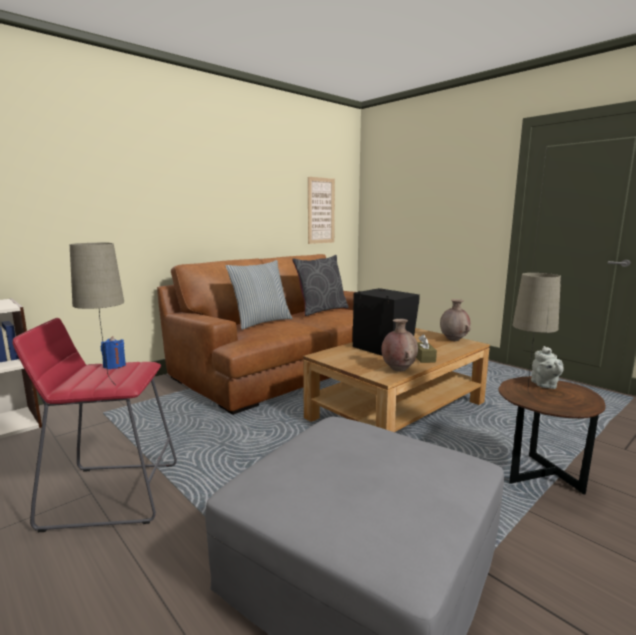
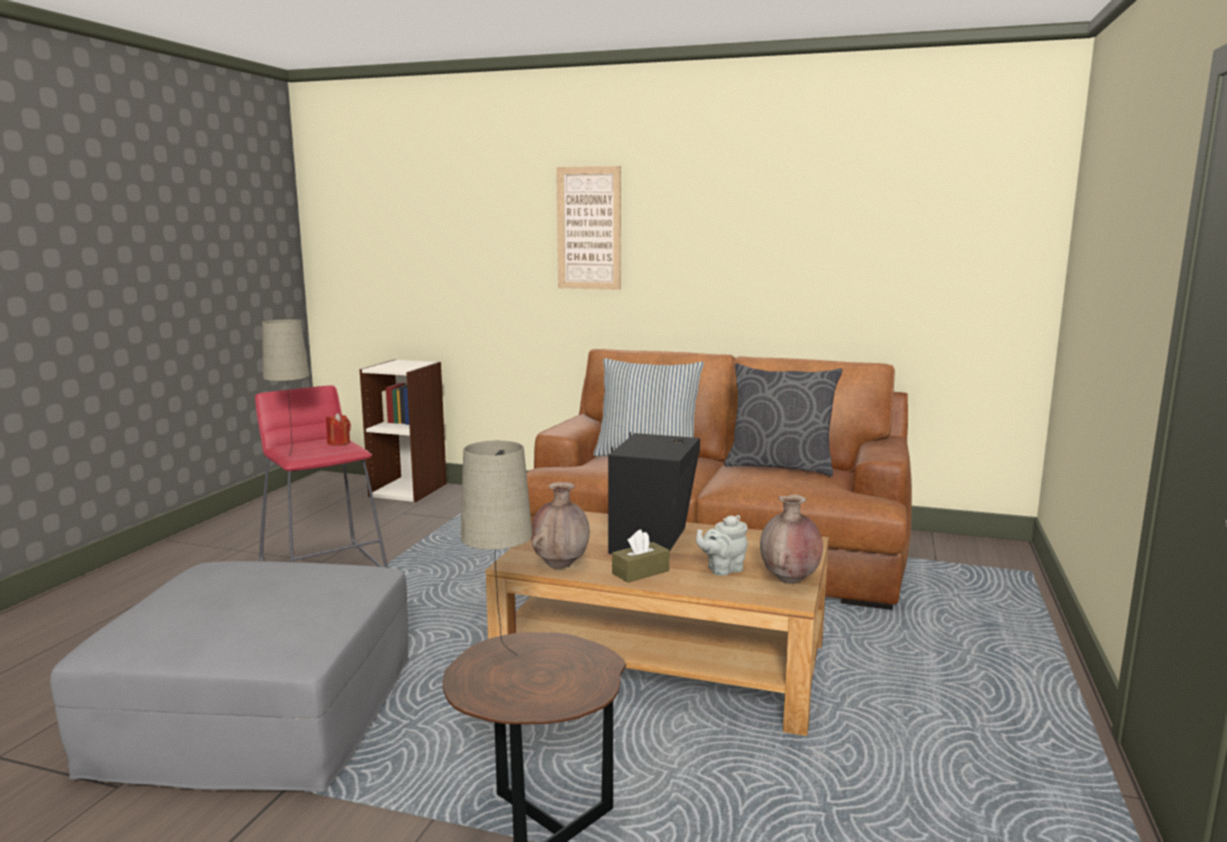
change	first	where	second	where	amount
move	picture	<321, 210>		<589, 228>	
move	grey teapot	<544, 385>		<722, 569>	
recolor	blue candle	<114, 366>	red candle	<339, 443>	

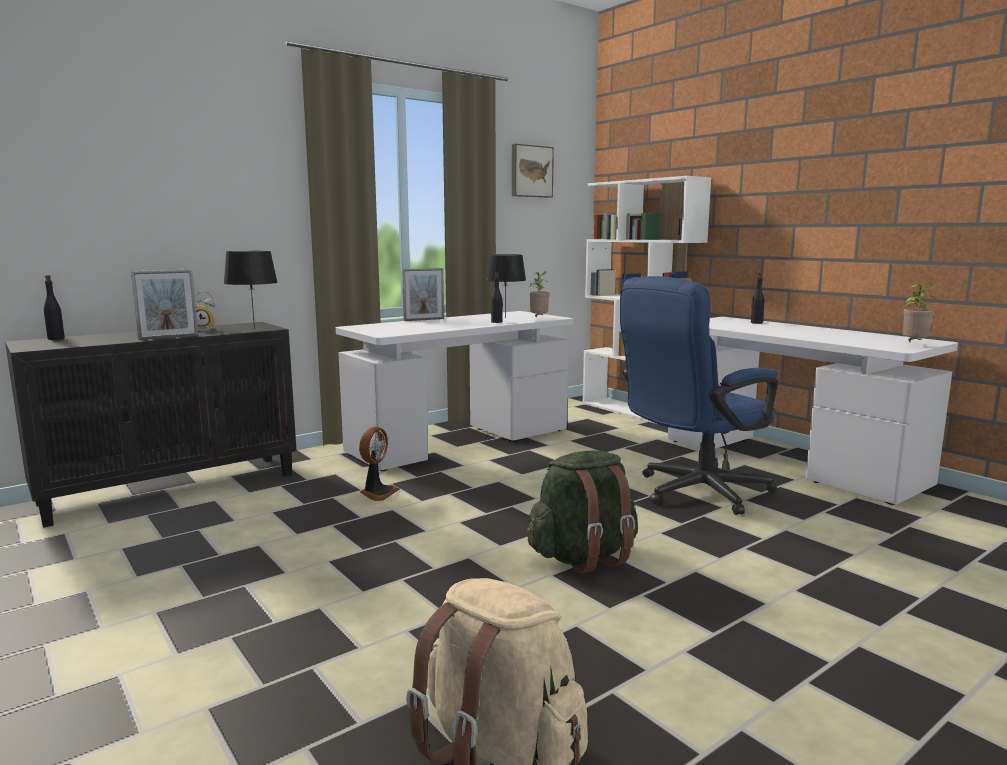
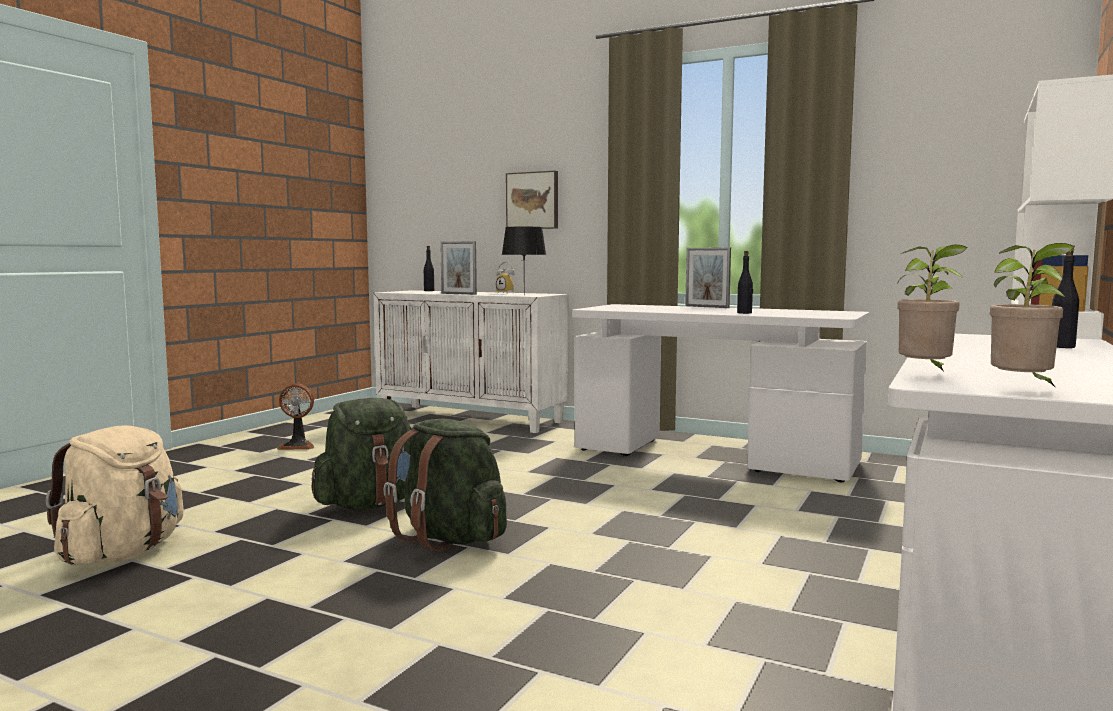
change	first	where	second	where	amount
delete	black table lamp	<505, 317>			
delete	blue office chair	<693, 493>			
insert			green backpack	<370, 504>	
move	fan	<377, 493>		<298, 446>	
move	picture	<530, 171>		<533, 200>	
move	potted plant	<539, 319>		<926, 375>	
recolor	black cabinet	<172, 488>	white cabinet	<472, 418>	

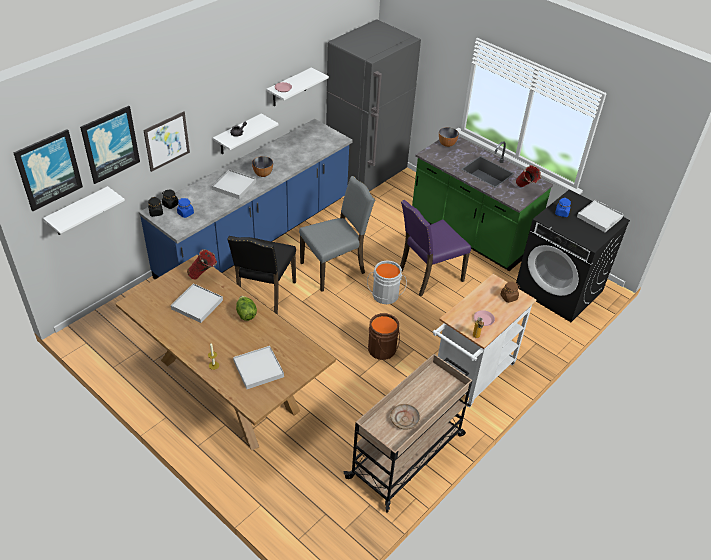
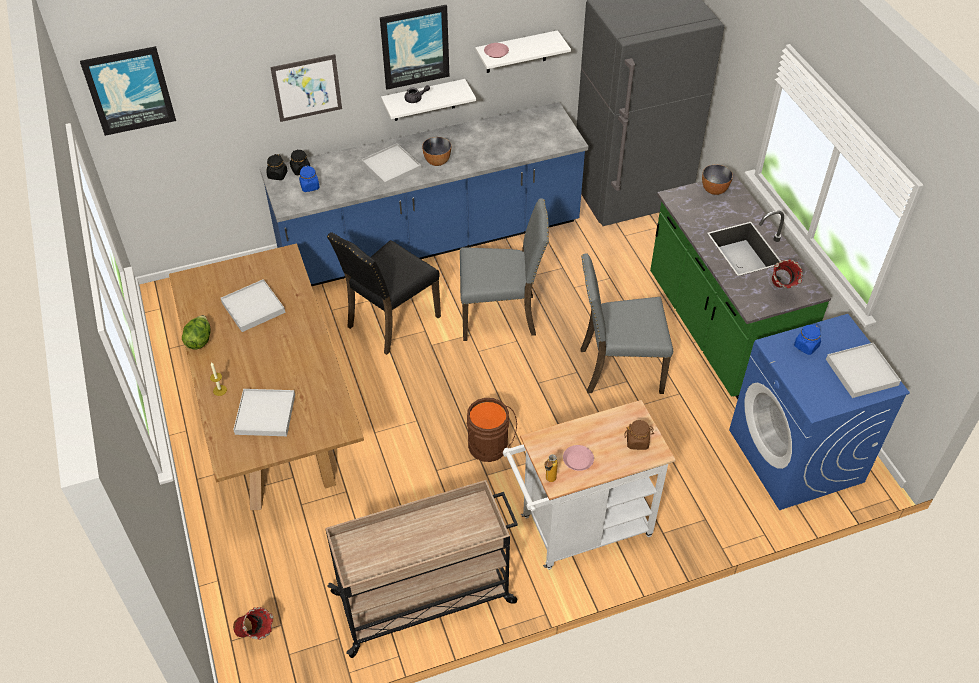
change	first	where	second	where	amount
delete	white shelf	<78, 212>			
delete	grey bucket	<385, 296>			
delete	beige plate	<404, 419>			
move	picture	<110, 144>		<415, 46>	
move	red vase	<204, 277>		<257, 637>	
move	lettuce	<246, 314>		<199, 340>	
recolor	purple chair	<428, 276>	grey chair	<618, 369>	
recolor	black washing machine	<559, 290>	blue washing machine	<796, 456>	

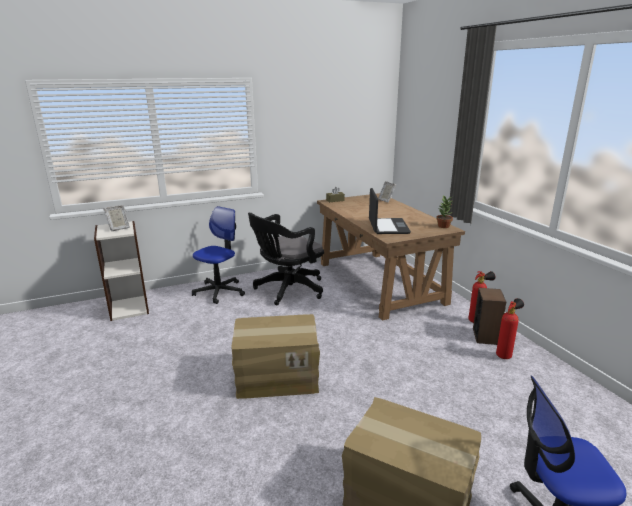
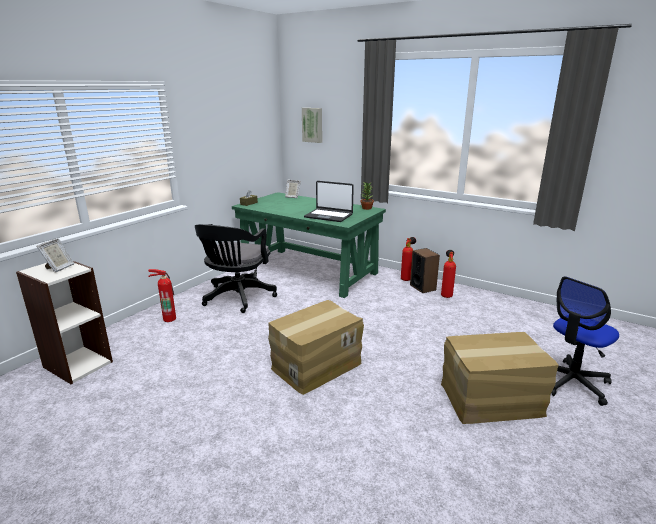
change	first	where	second	where	amount
insert			picture	<312, 125>	
replace	office chair	<219, 291>	fire extinguisher	<169, 318>	
recolor	brown desk	<379, 282>	green desk	<309, 271>	
rotate	laptop	<388, 227>		<328, 216>	150 degrees clockwise

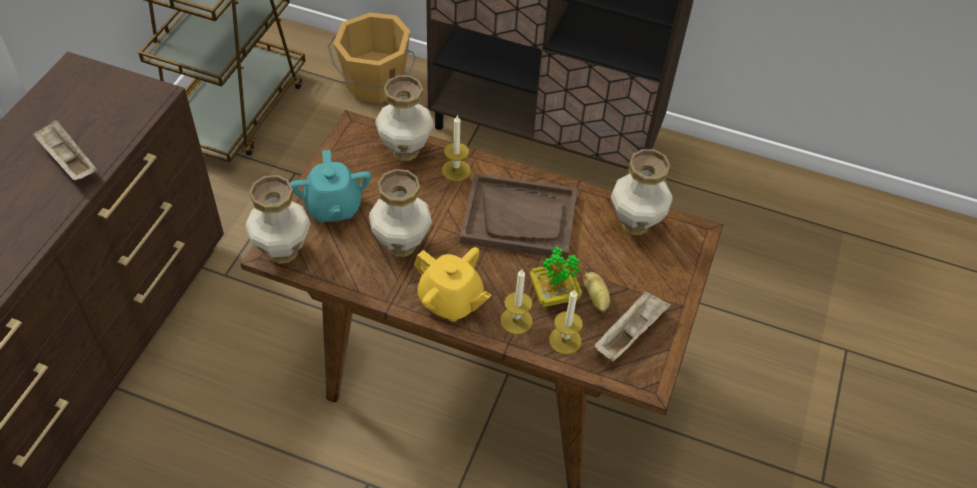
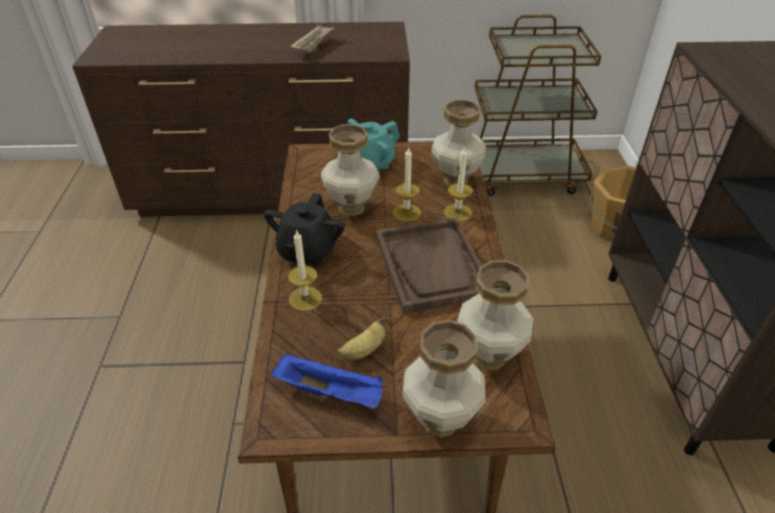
change	first	where	second	where	amount
delete	potted plant	<554, 294>			
move	vase	<283, 252>		<439, 421>	
move	candle	<565, 340>		<406, 212>	
recolor	yellow teapot	<451, 301>	black teapot	<307, 252>	
recolor	beige tray	<629, 333>	blue tray	<331, 392>	

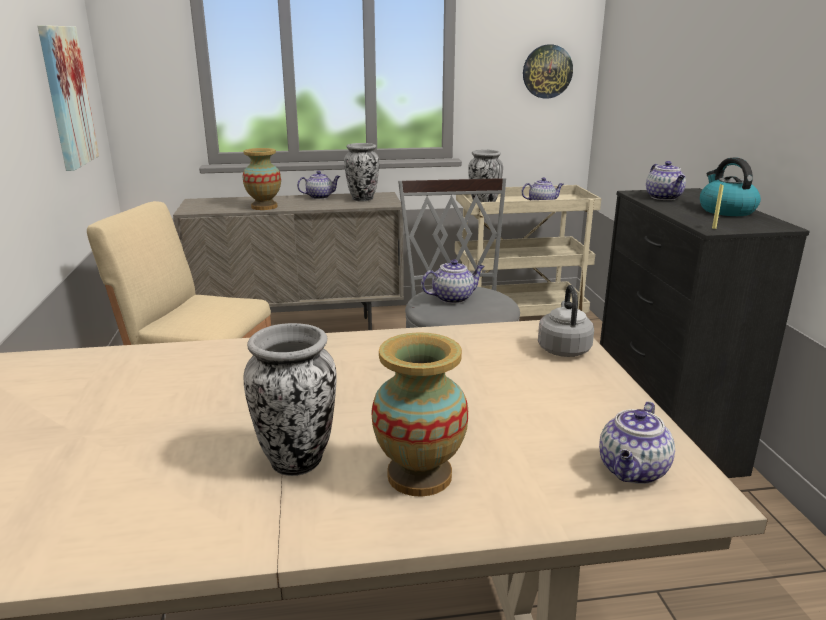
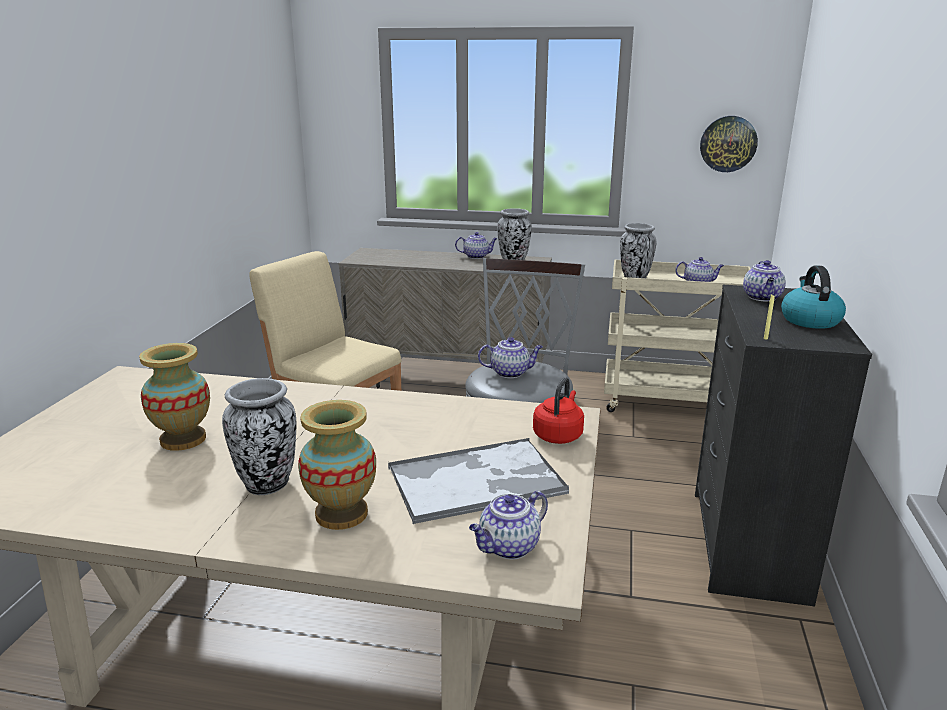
change	first	where	second	where	amount
delete	picture	<67, 97>			
insert			tray	<477, 481>	
move	vase	<264, 207>		<183, 440>	
recolor	grey kettle	<563, 348>	red kettle	<558, 435>	

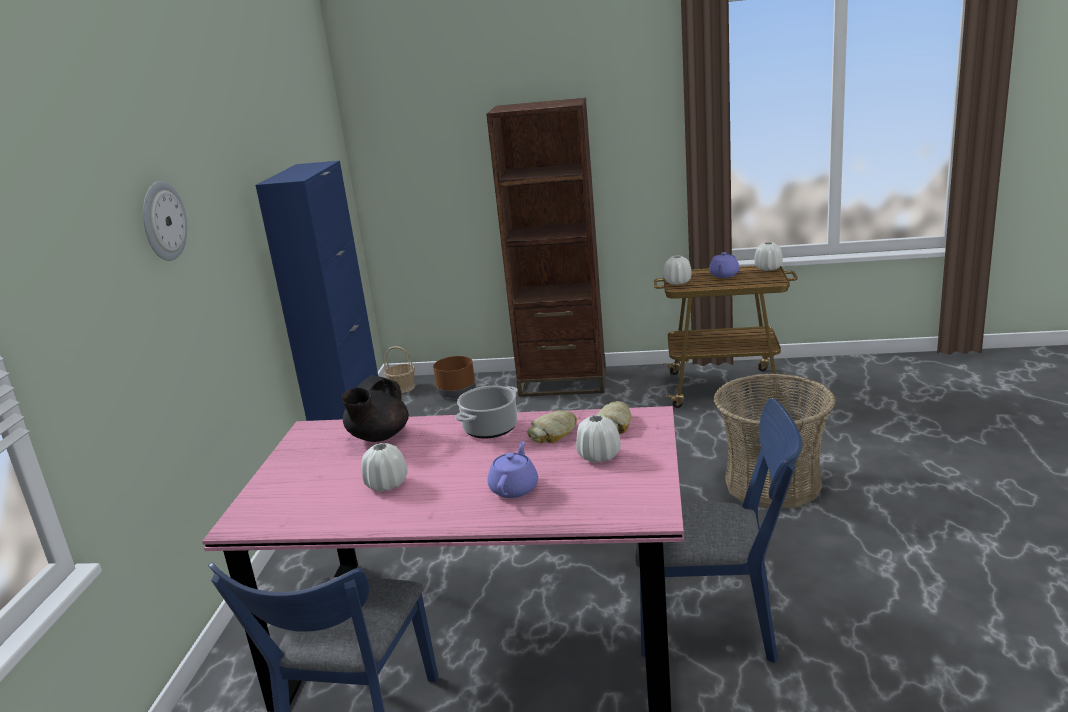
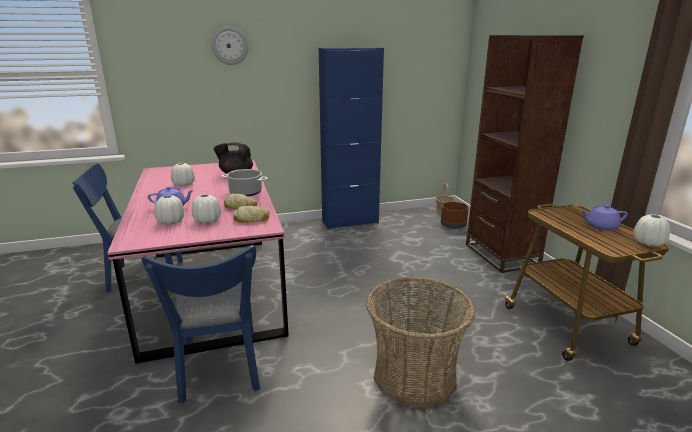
change	first	where	second	where	amount
move	white vase	<677, 282>		<171, 221>	

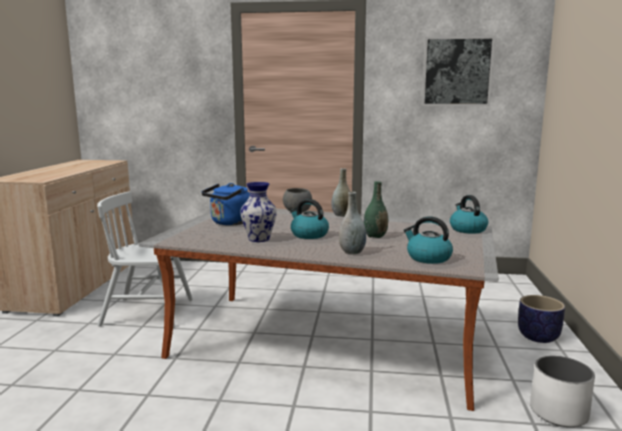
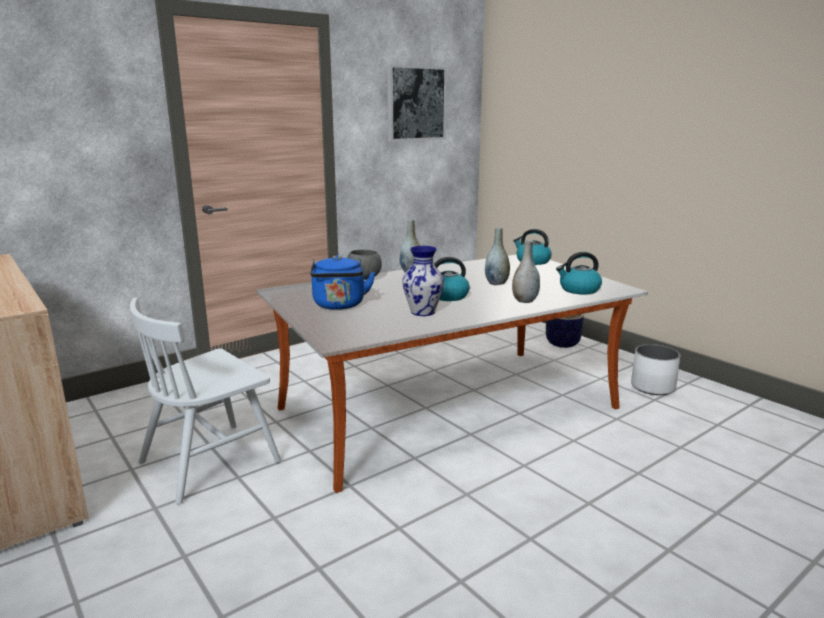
change	first	where	second	where	amount
recolor	green vase	<375, 236>	grey vase	<496, 283>	

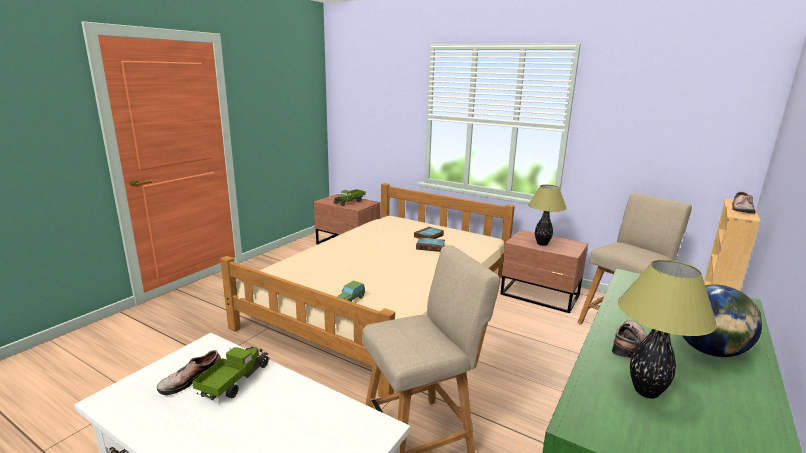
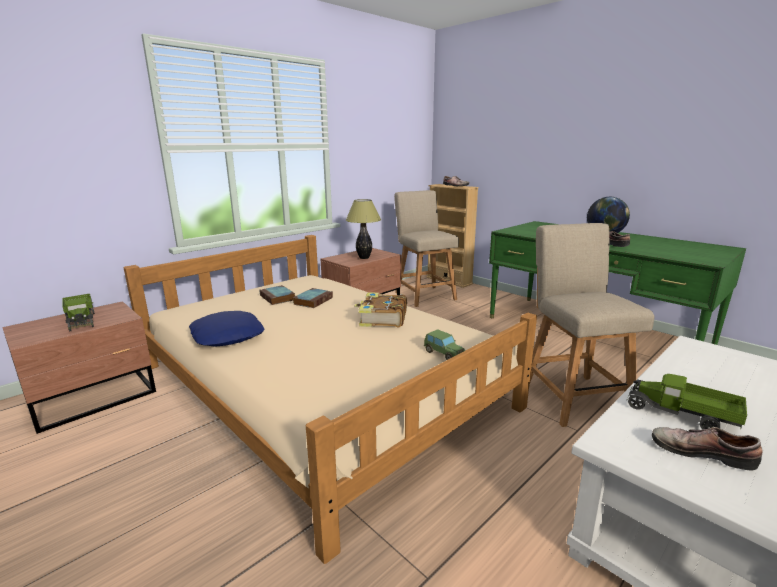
change	first	where	second	where	amount
delete	table lamp	<647, 392>			
insert			blue pillow	<228, 336>	
insert			book	<382, 318>	
rotate	shoe	<190, 379>		<700, 451>	150 degrees clockwise

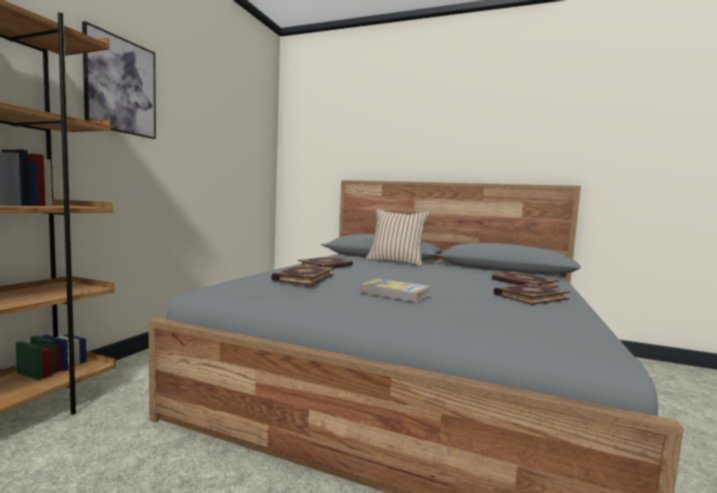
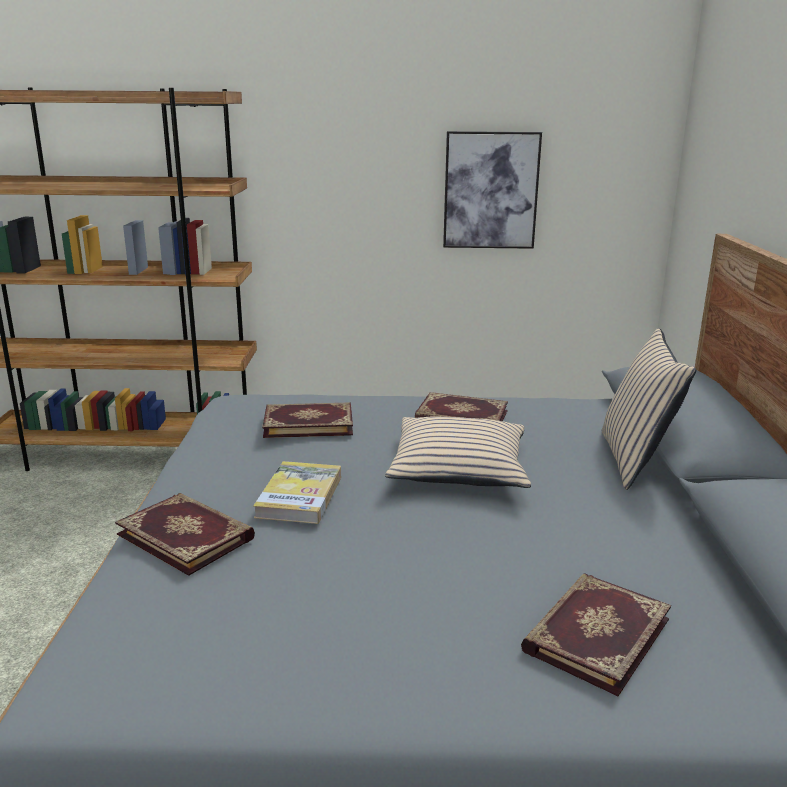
change	first	where	second	where	amount
insert			beige pillow	<459, 467>	
move	picture	<121, 86>		<490, 190>	
move	book	<530, 296>		<187, 535>	

